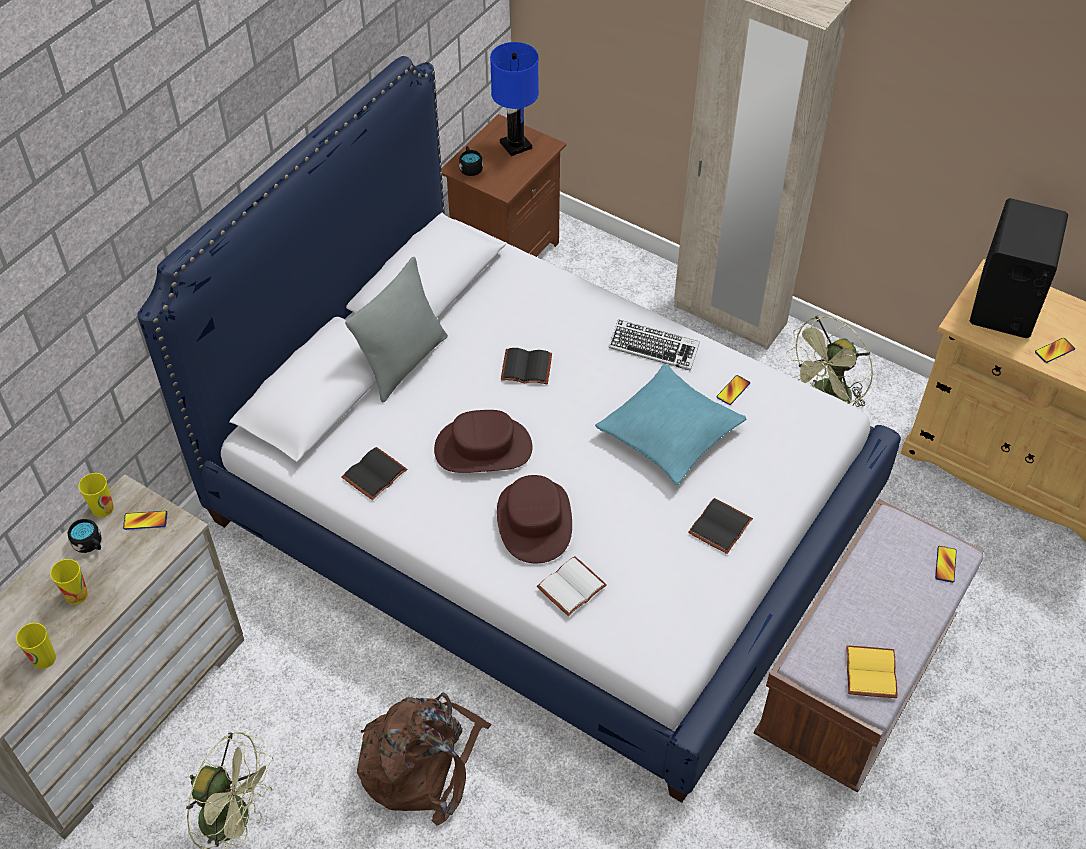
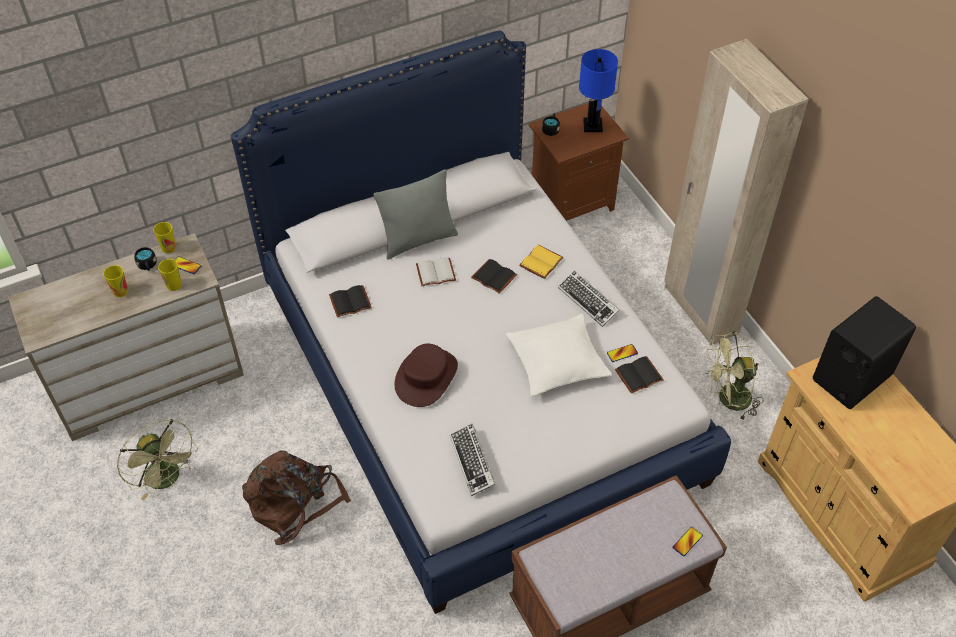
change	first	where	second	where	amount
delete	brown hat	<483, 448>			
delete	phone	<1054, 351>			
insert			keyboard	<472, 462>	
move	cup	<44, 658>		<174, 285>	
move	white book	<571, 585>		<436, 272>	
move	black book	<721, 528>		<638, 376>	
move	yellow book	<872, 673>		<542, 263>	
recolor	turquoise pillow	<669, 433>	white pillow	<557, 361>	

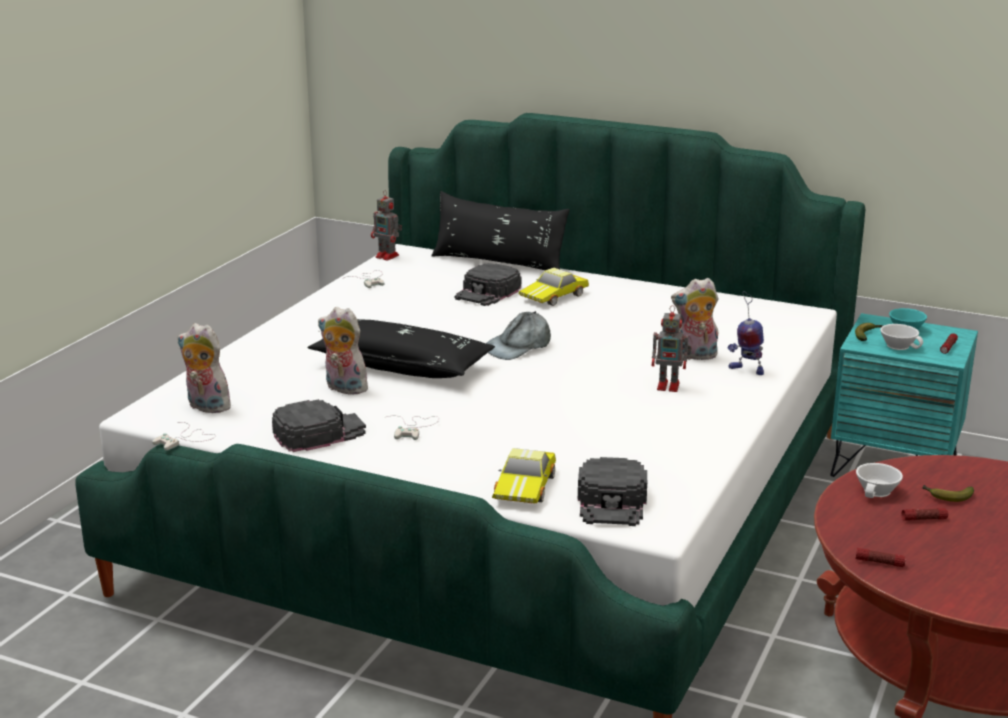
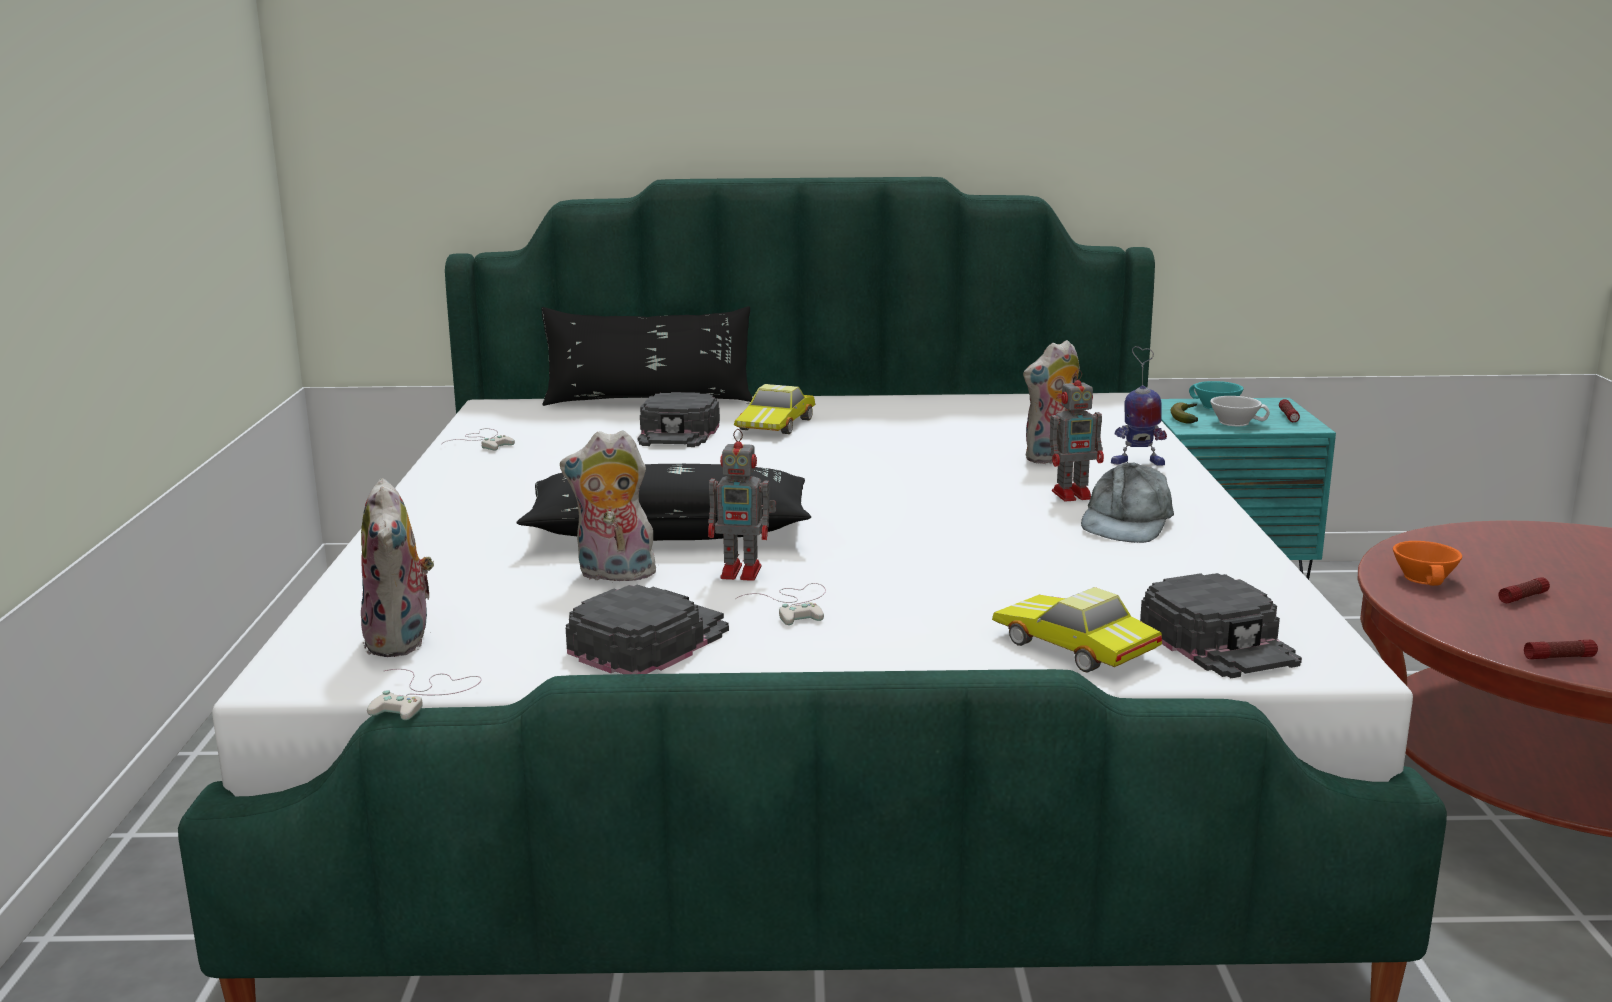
change	first	where	second	where	amount
delete	banana	<947, 497>			
move	toy robot	<388, 256>		<743, 572>	
move	grey cap	<519, 346>		<1126, 522>	
recolor	white cup	<878, 491>	orange cup	<1427, 578>	
rotate	plush toy	<205, 407>		<402, 642>	105 degrees counterclockwise
rotate	toy car	<526, 486>		<1074, 648>	150 degrees clockwise

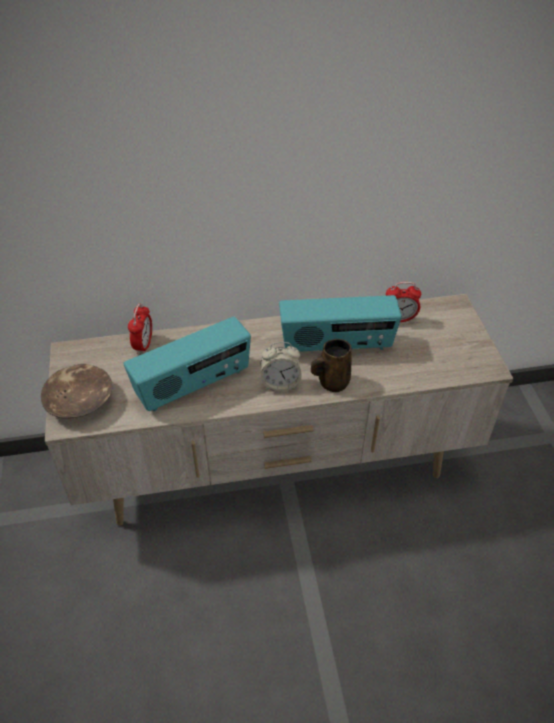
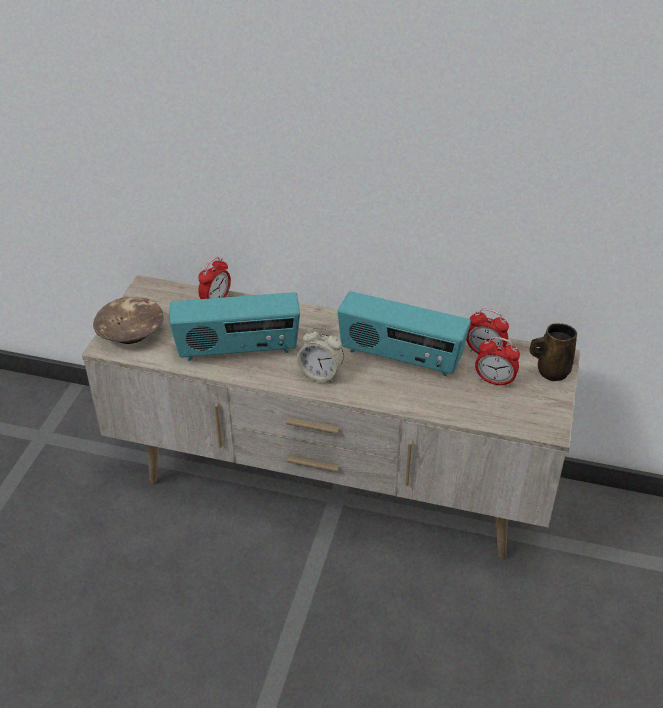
change	first	where	second	where	amount
insert			alarm clock	<494, 381>	
move	brown mug	<332, 382>		<550, 371>	

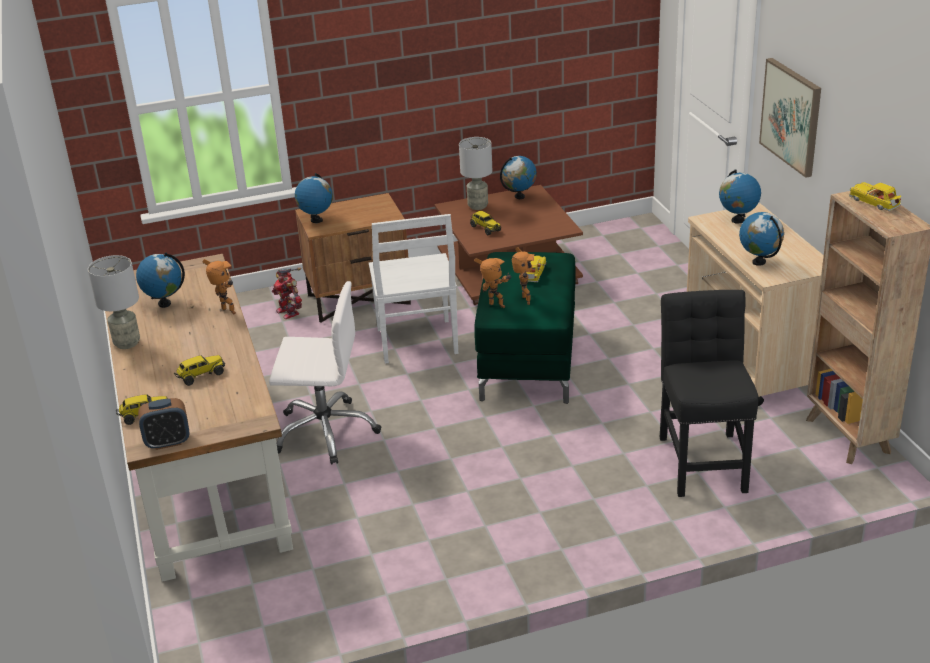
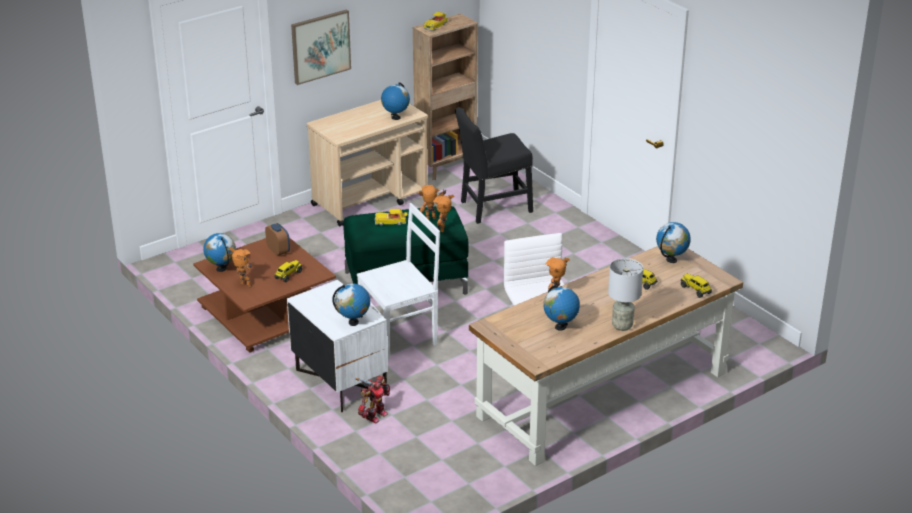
change	first	where	second	where	amount
move	alarm clock	<168, 442>		<278, 251>	
move	globe	<737, 220>		<671, 260>	
replace	grey table lamp	<478, 206>	toy robot	<244, 286>	
recolor	brown nightstand	<359, 299>	white nightstand	<339, 381>	

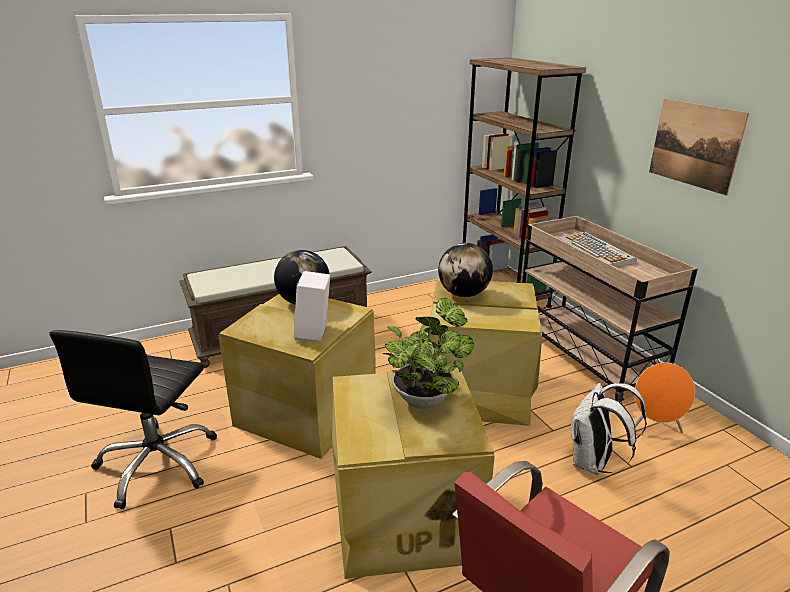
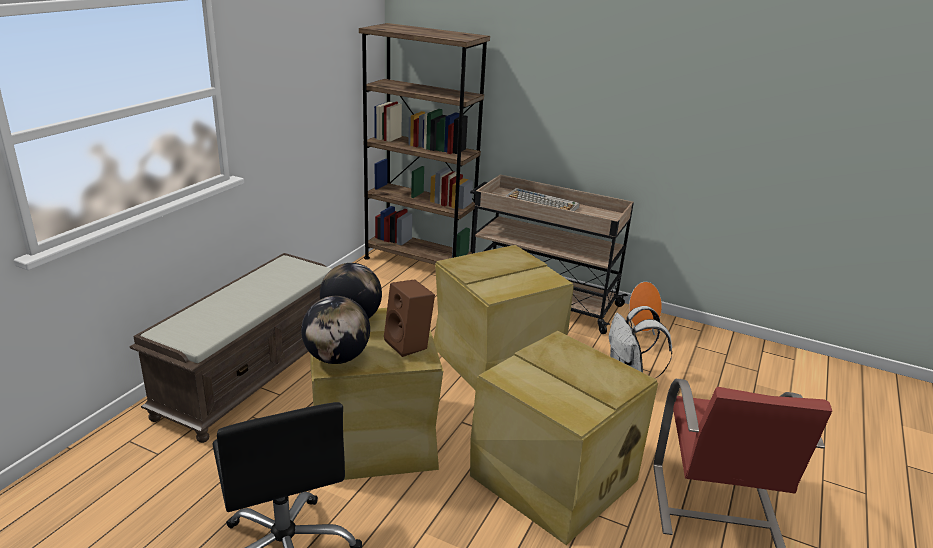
change	first	where	second	where	amount
delete	potted plant	<425, 397>			
delete	picture	<695, 145>			
move	globe	<463, 294>		<337, 358>	
recolor	white speaker	<315, 333>	brown speaker	<409, 344>	

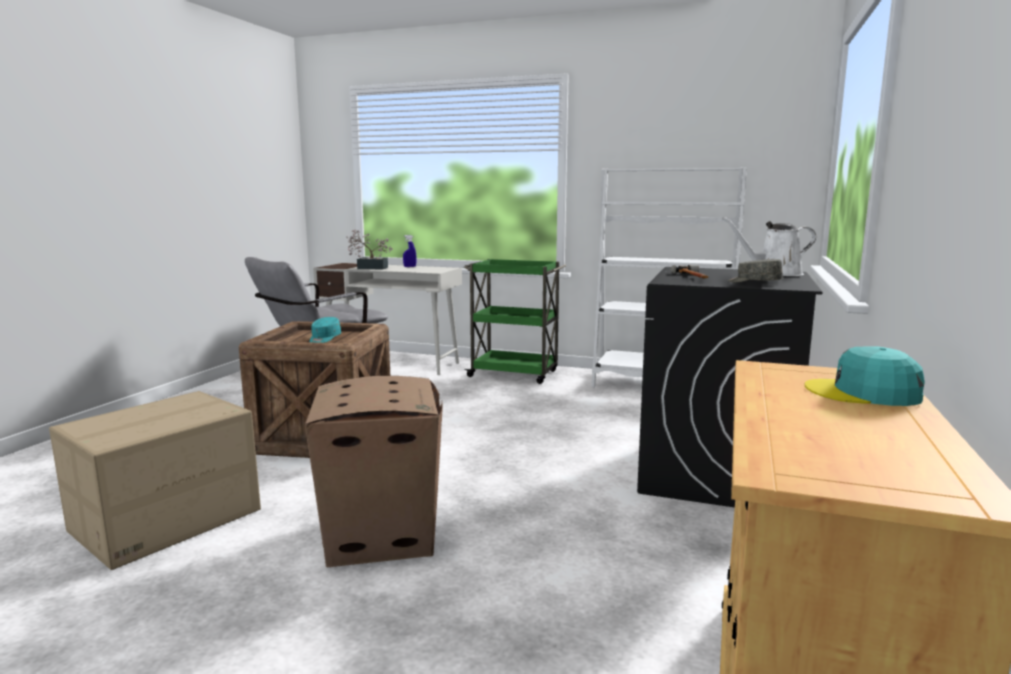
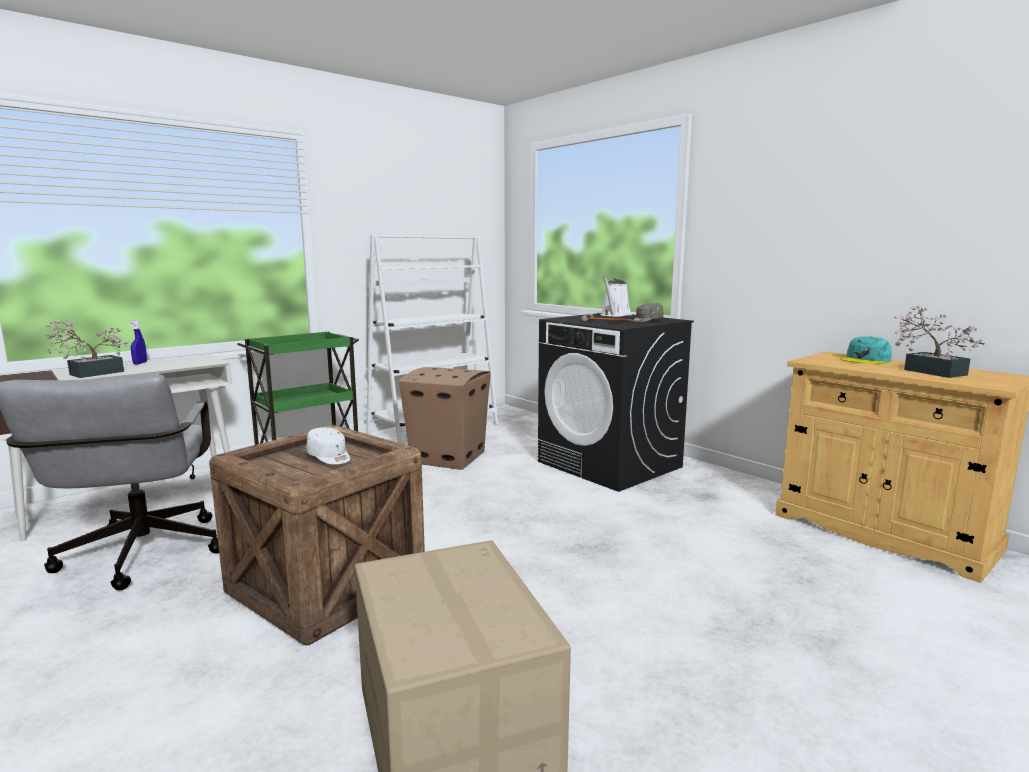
change	first	where	second	where	amount
insert			potted plant	<929, 371>	
move	cardboard box	<381, 535>		<447, 457>	
recolor	turquoise cap	<324, 339>	white cap	<329, 457>	

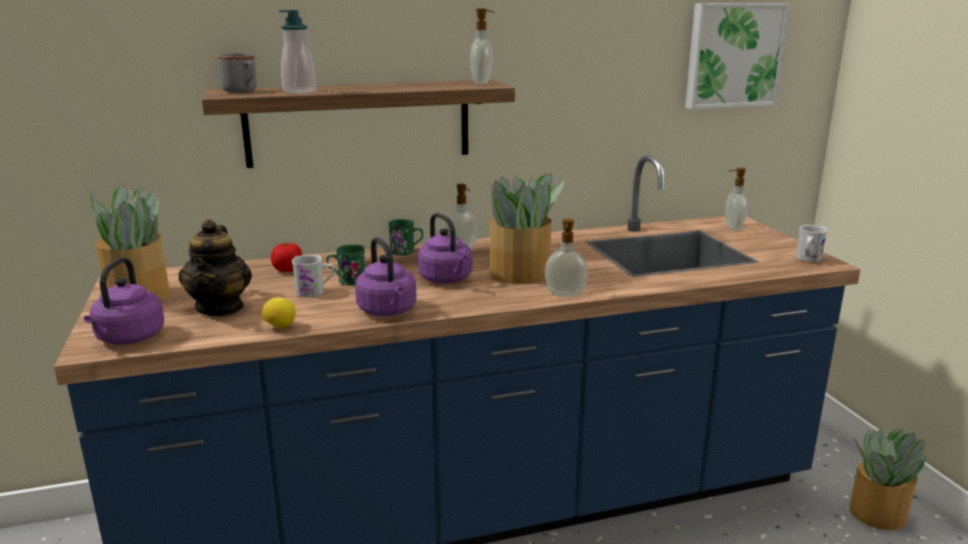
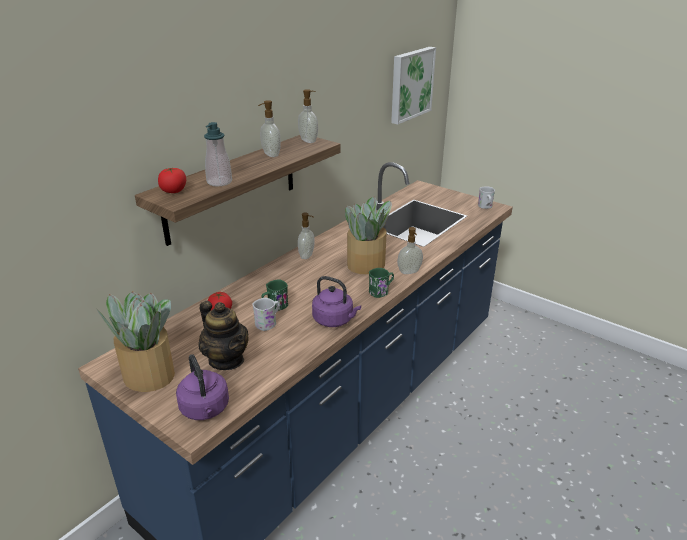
change	first	where	second	where	amount
delete	lemon	<280, 327>			
delete	purple kettle	<447, 279>			
delete	potted plant	<876, 513>			
move	green mug	<406, 251>		<381, 291>	
move	soap dispenser	<732, 228>		<270, 155>	
replace	grey mug	<242, 91>	tomato	<174, 191>	

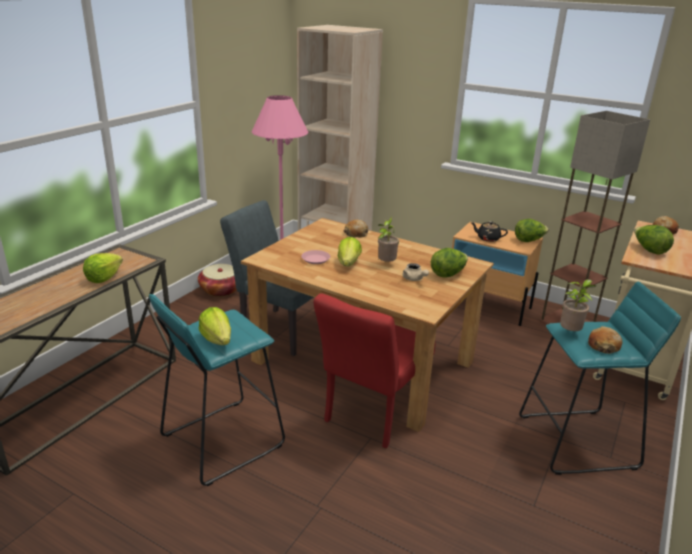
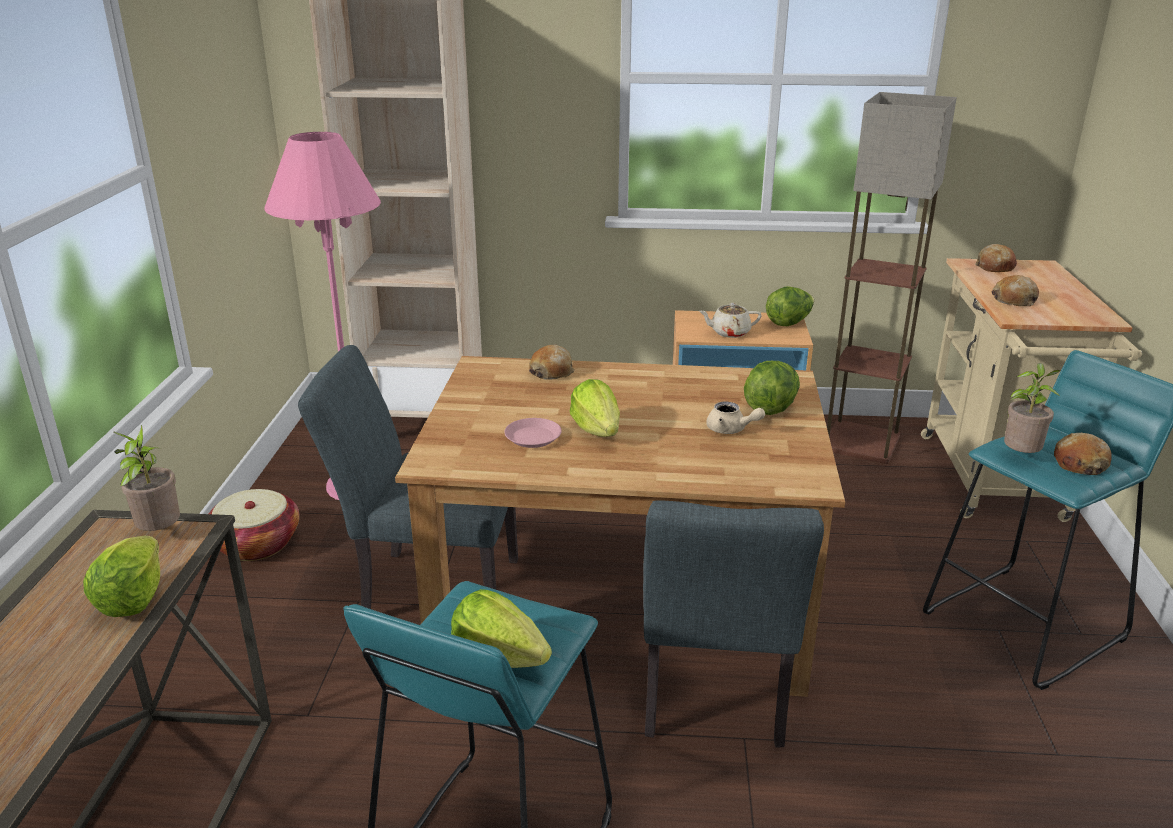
change	first	where	second	where	amount
move	potted plant	<385, 264>		<159, 533>	
replace	lettuce	<649, 250>	bread	<1014, 300>	
recolor	red chair	<370, 416>	grey chair	<712, 697>	
recolor	black teapot	<487, 238>	beige teapot	<729, 333>	

